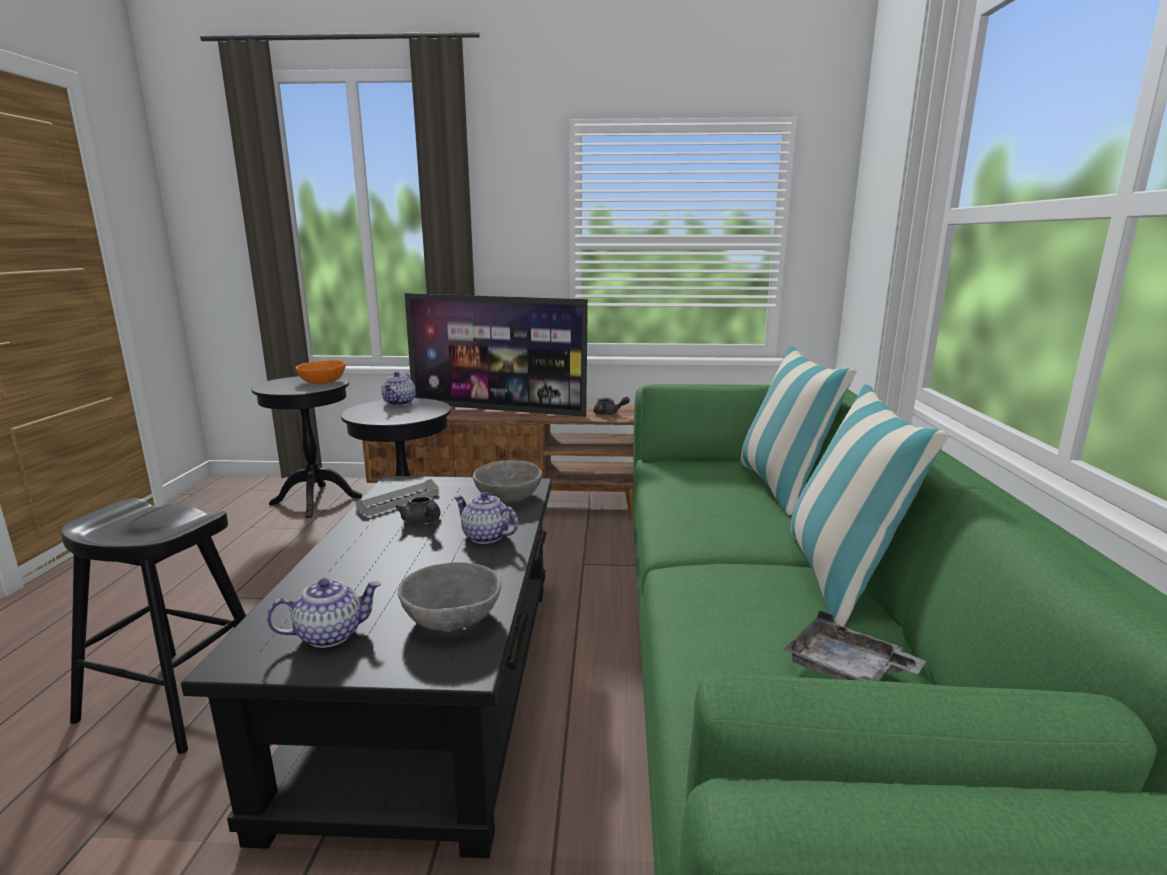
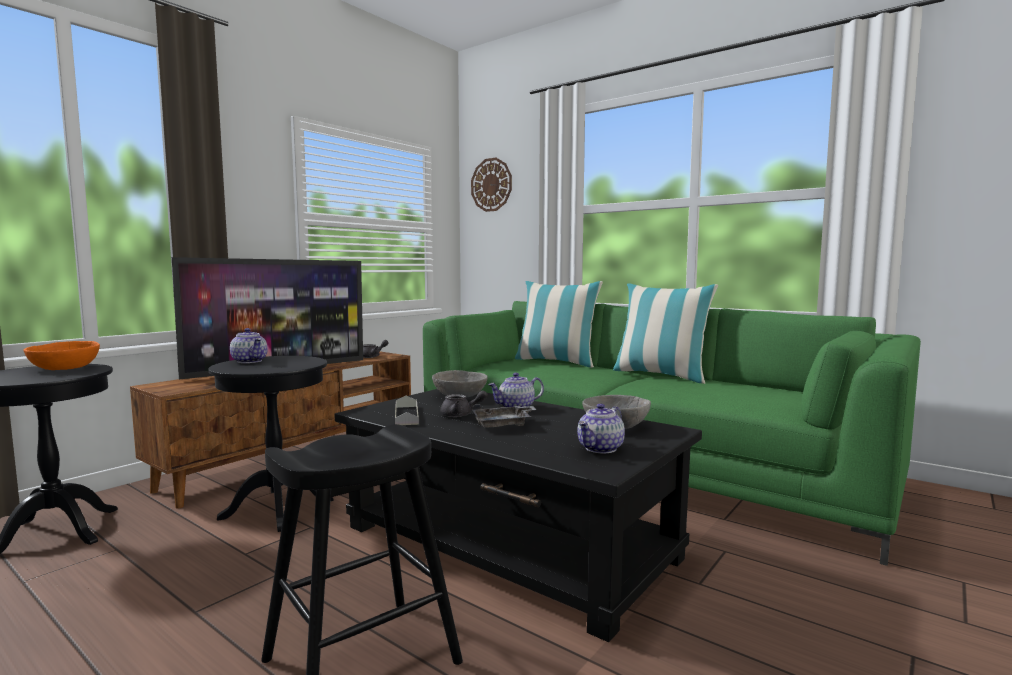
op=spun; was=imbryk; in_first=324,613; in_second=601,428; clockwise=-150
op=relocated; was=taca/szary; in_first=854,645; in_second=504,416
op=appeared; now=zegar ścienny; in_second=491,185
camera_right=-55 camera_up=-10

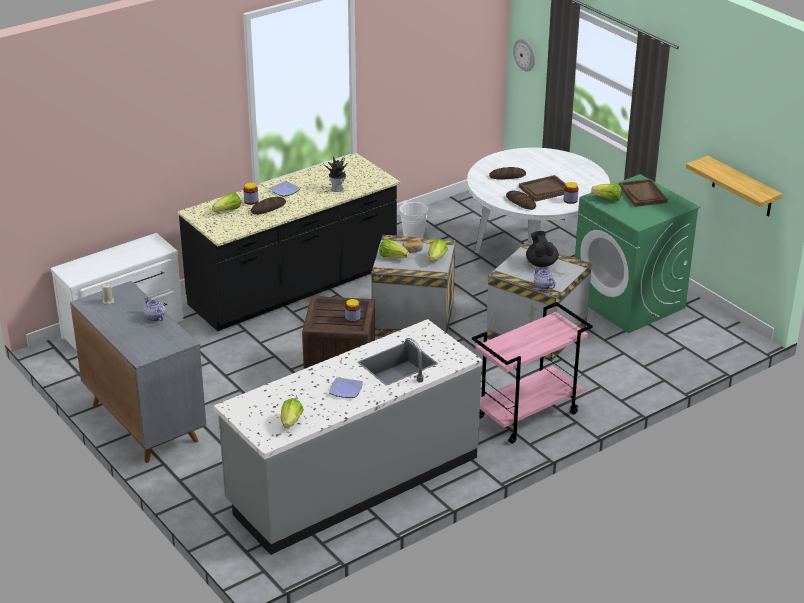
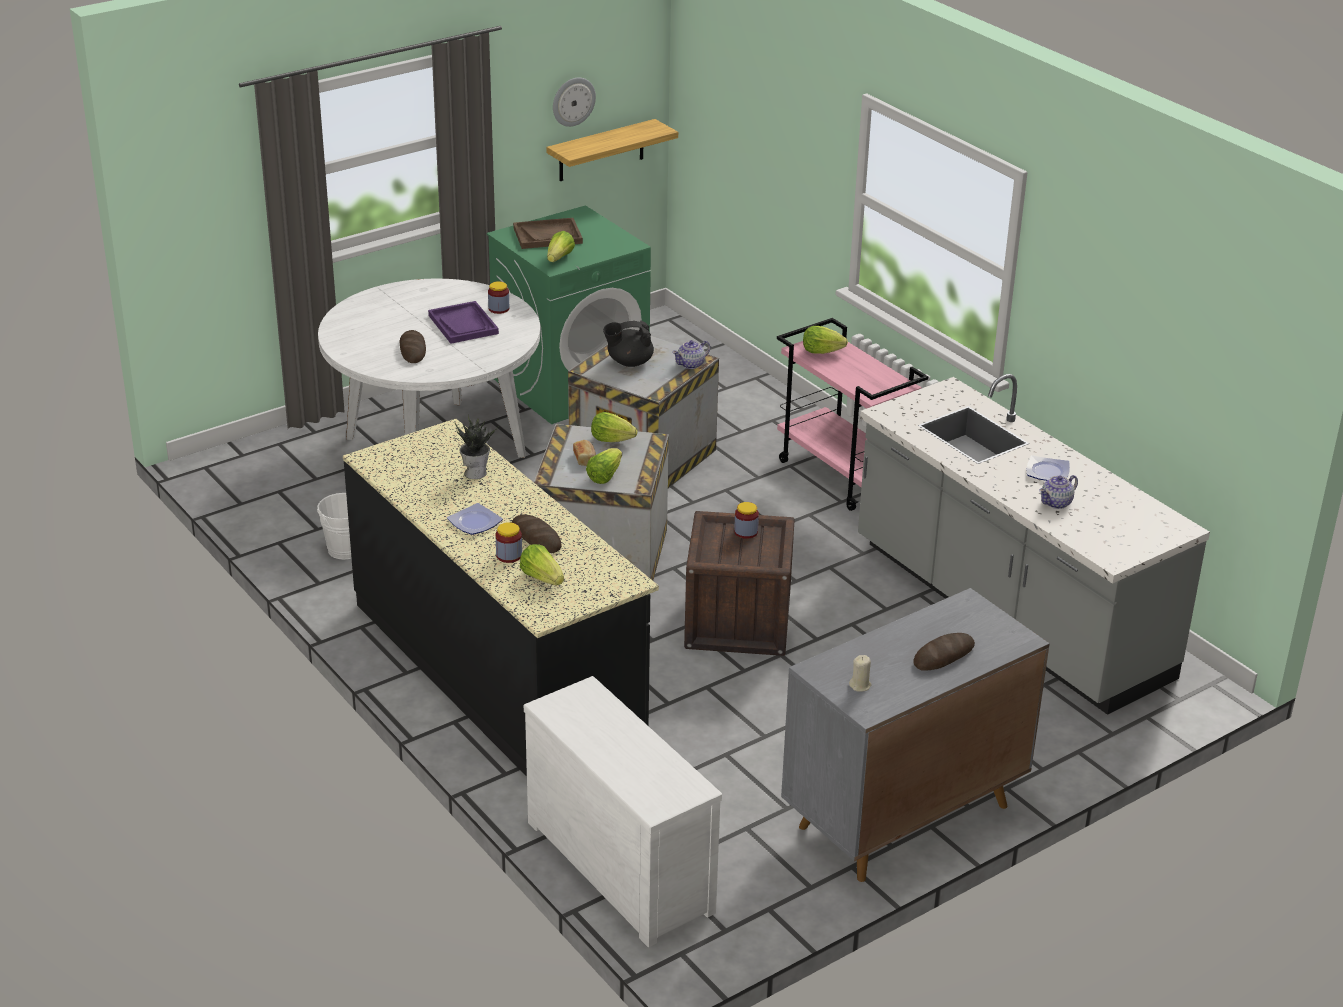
op=relocated; was=zegar ścienny; in_first=524,55; in_second=574,102
op=colour; was=taca/brązowy; now=taca/fioletowy; in_first=542,188; in_second=463,322
op=relocated; was=chleb; in_first=521,200; in_second=944,652
op=relocated; was=imbryk; in_first=154,309; in_second=1058,492
op=relocated; was=sałata; in_first=292,413; in_second=825,340
camera_right=-90 camera_up=0

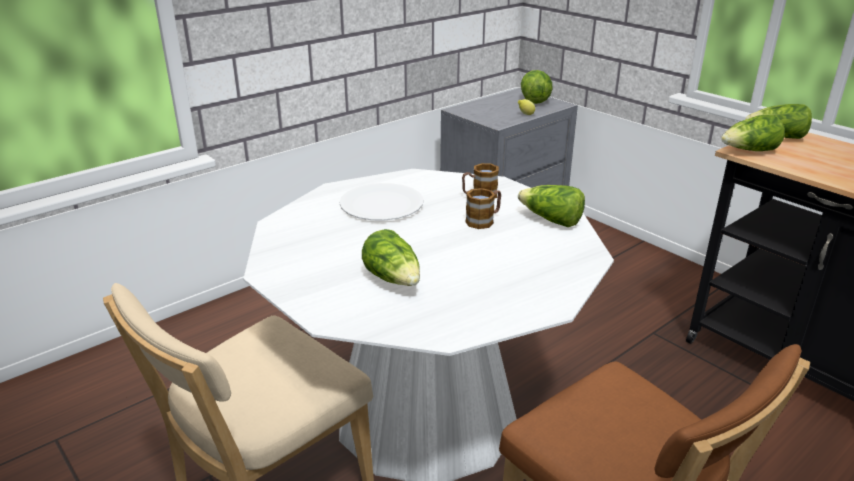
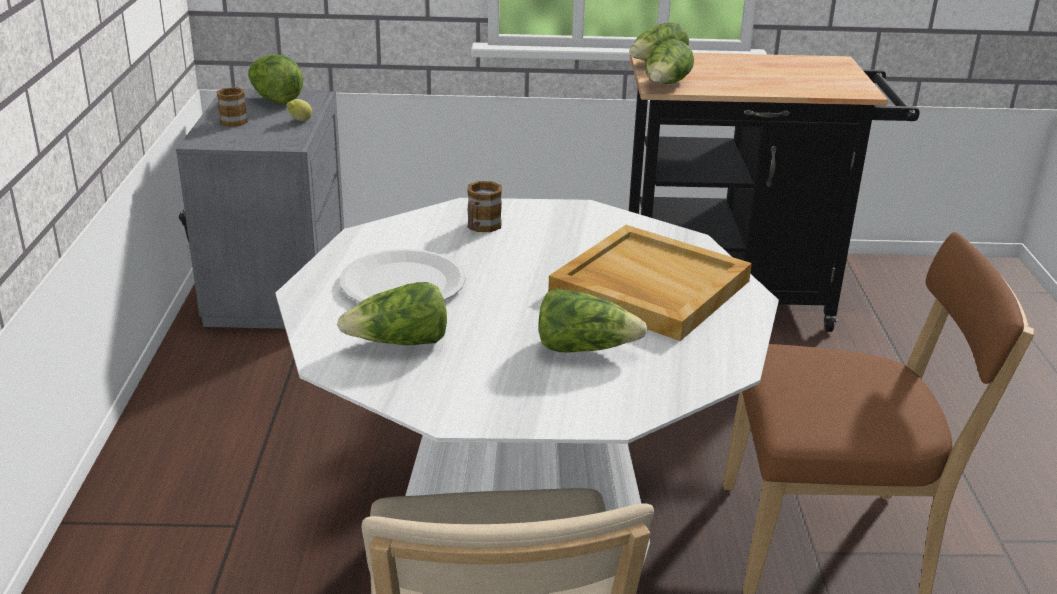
op=relocated; was=sałata; in_first=551,206; in_second=392,313
op=relocated; was=kubek; in_first=483,208; in_second=232,107
op=appeared; now=taca/beżowy; in_second=650,283
camera_right=-50 camera_up=0

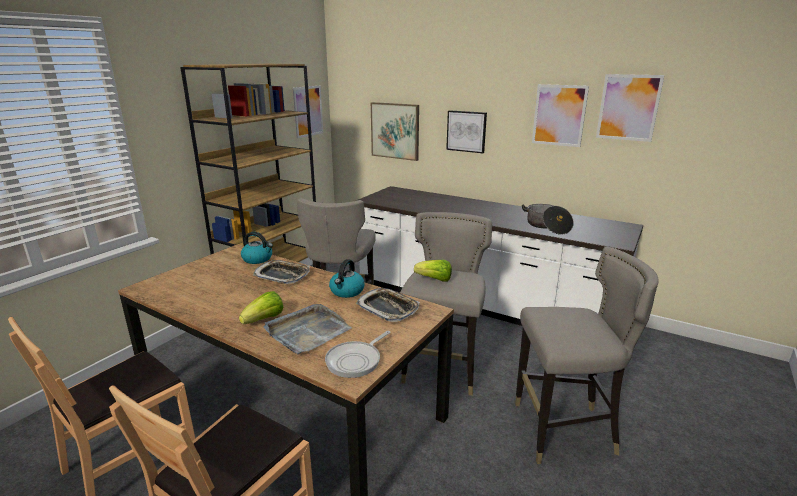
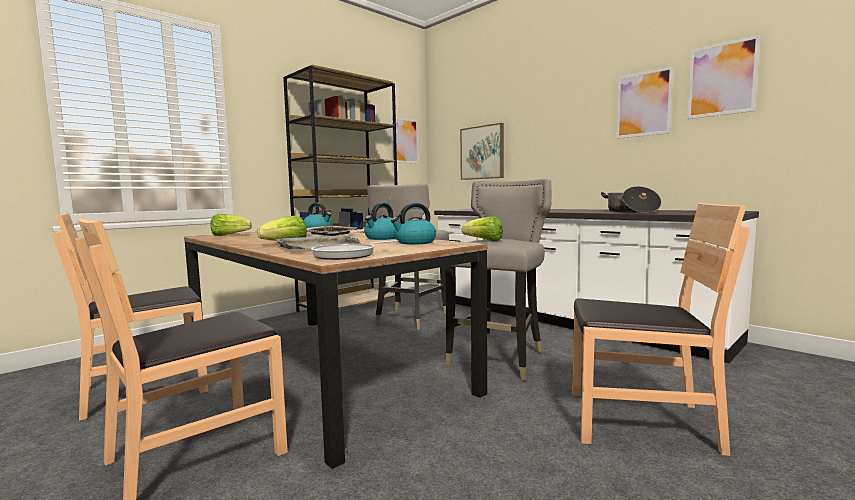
op=missing; was=obraz; in_first=466,131
op=exchanged; was=stołek/szary; now=krzesło/brązowy; in_first=587,355; in_second=660,329
op=exchanged; was=taca; now=czajnik; in_first=388,305; in_second=413,224
op=appeared; now=sałata; in_second=231,225
camera_right=15 camera_up=-15

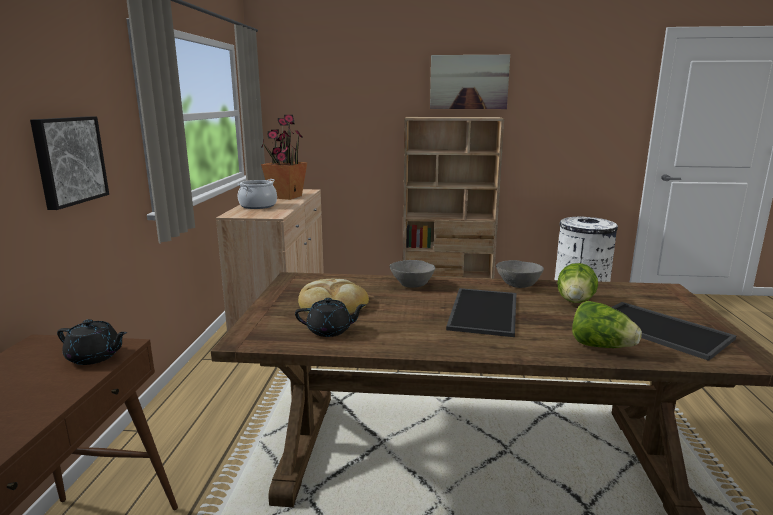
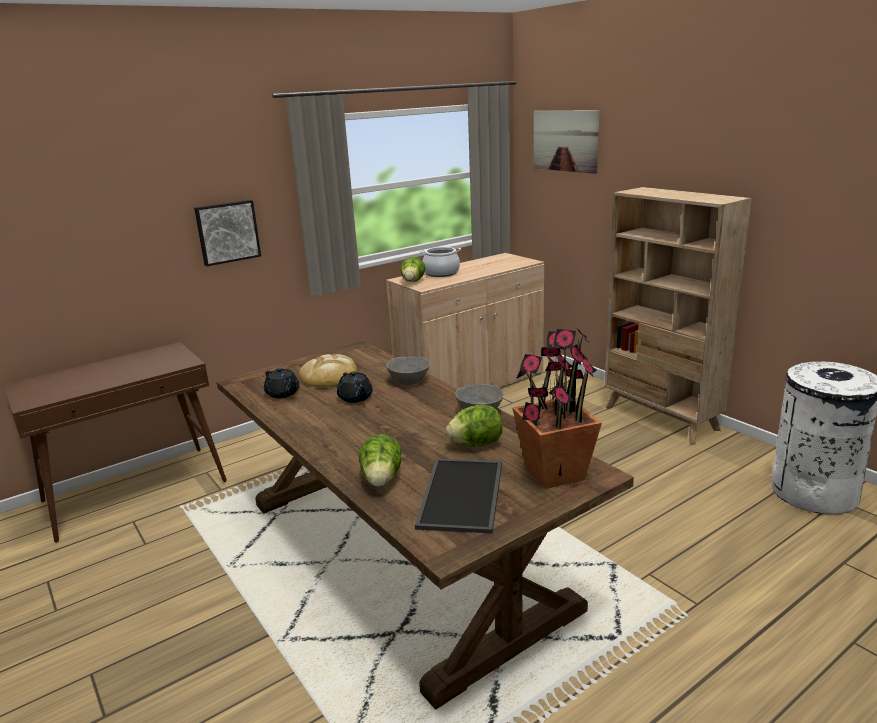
op=relocated; was=obraz; in_first=470,82; in_second=567,142
op=relocated; was=roślina doniczkowa; in_first=284,157; in_second=557,407
op=missing; was=taca; in_first=481,312
op=relocated; was=imbryk/czarny; in_first=92,342; in_second=355,387
op=appeared; now=sałata; in_second=412,269
camera_right=50 camera_up=5

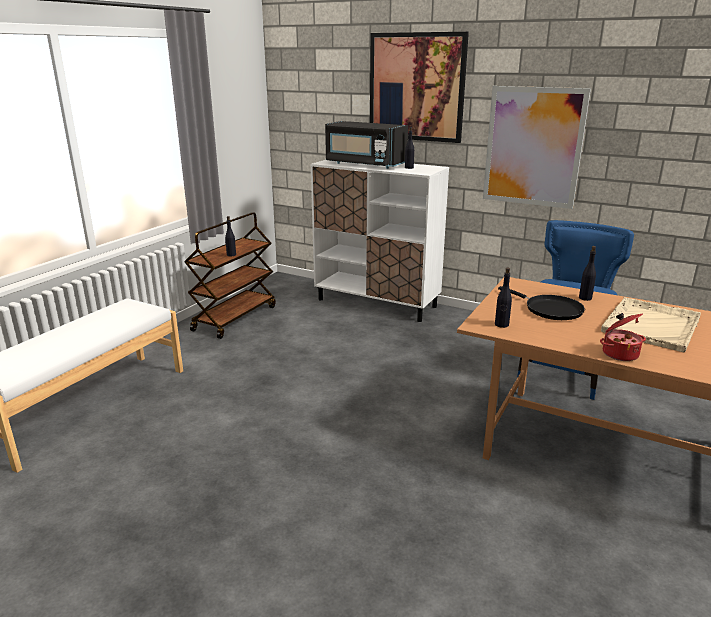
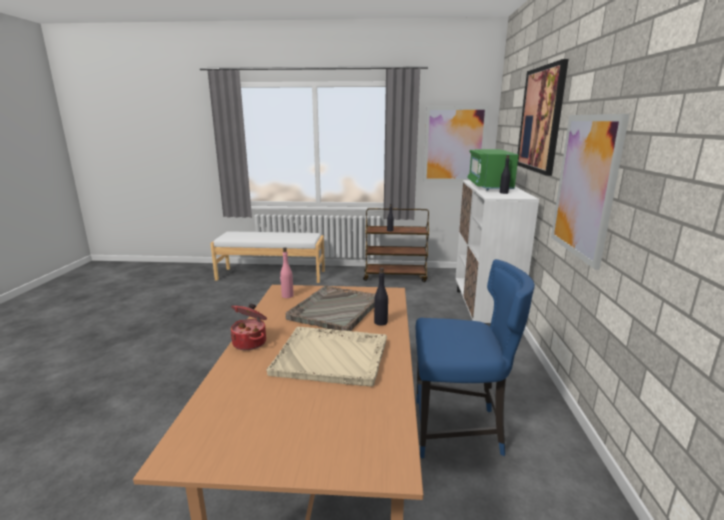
op=colour; was=mikrofalówka/czarny; now=mikrofalówka/zielony; in_first=366,145; in_second=493,169
op=colour; was=butelka/czarny; now=butelka/różowy; in_first=503,298; in_second=287,272
op=exchanged; was=patelnia/czarny; now=taca/szary; in_first=541,303; in_second=330,308
op=appeared; now=obraz; in_second=456,144
camera_right=65 camera_up=-5

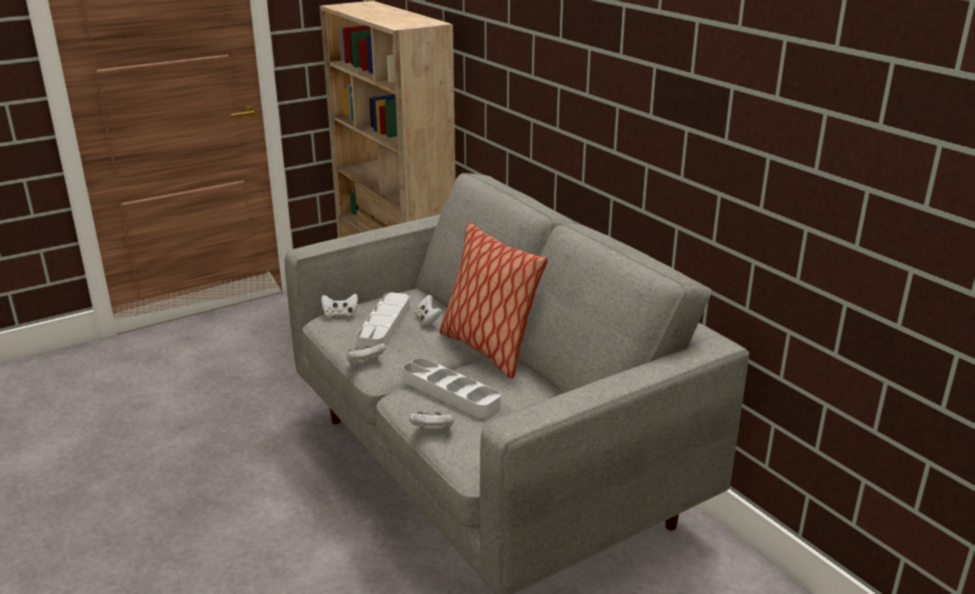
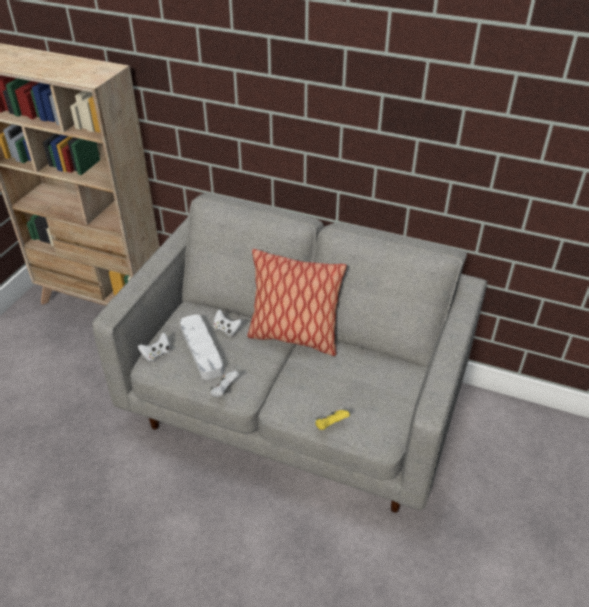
op=missing; was=taca/szary; in_first=452,388
op=colour; was=pad do gier/biały; now=pad do gier/żółty; in_first=432,421; in_second=332,420
camera_right=-35 camera_up=15

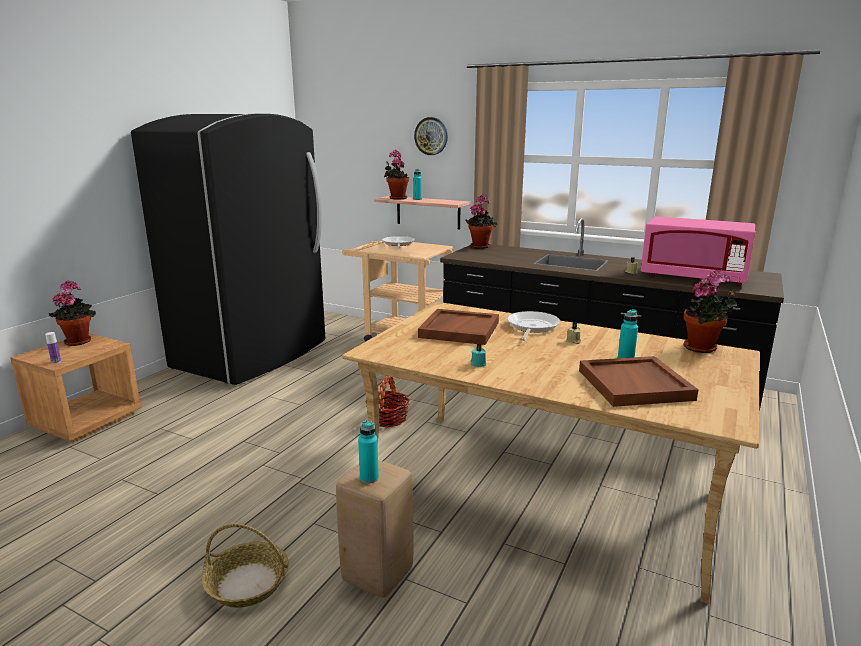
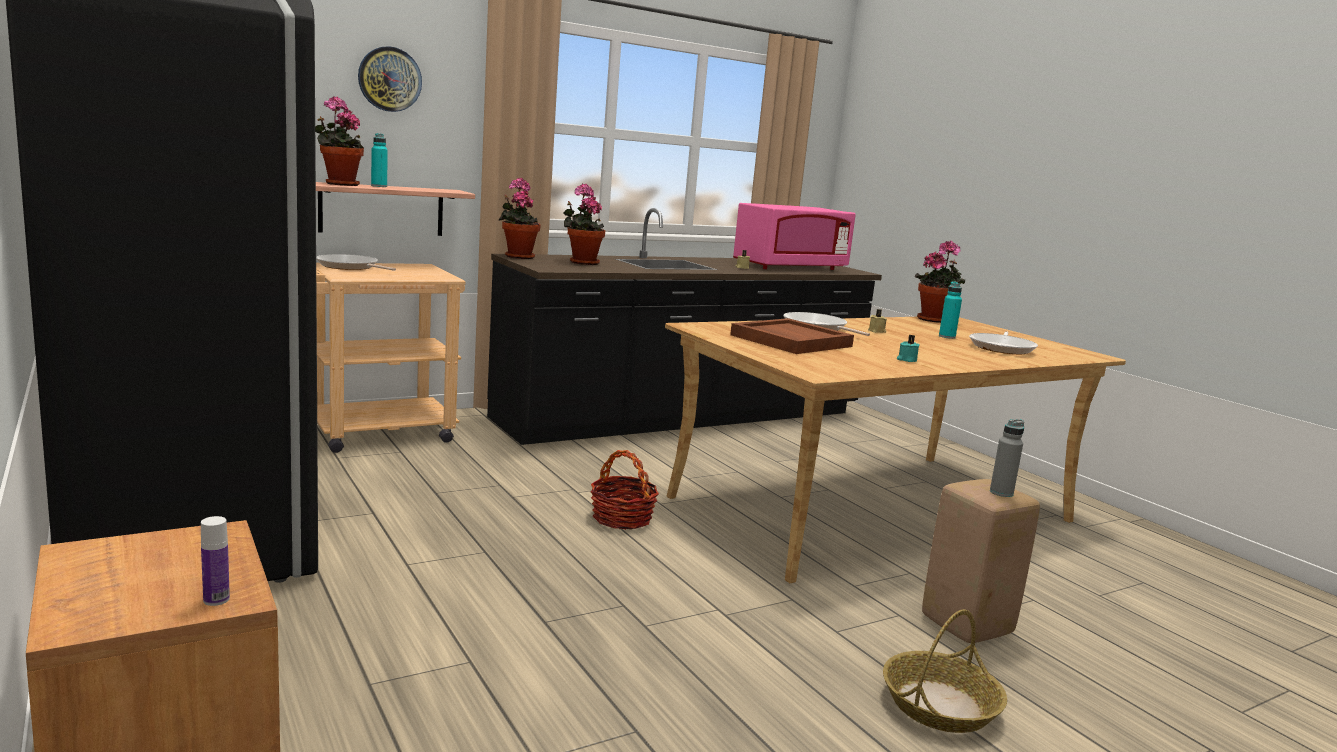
op=relocated; was=roślina doniczkowa; in_first=72,313; in_second=585,224
op=exchanged; was=taca/brązowy; now=patelnia; in_first=639,381; in_second=1003,342
op=colour; was=butelka/turkusowy; now=butelka/szary; in_first=368,452; in_second=1007,458
camera_right=-60 camera_up=-5

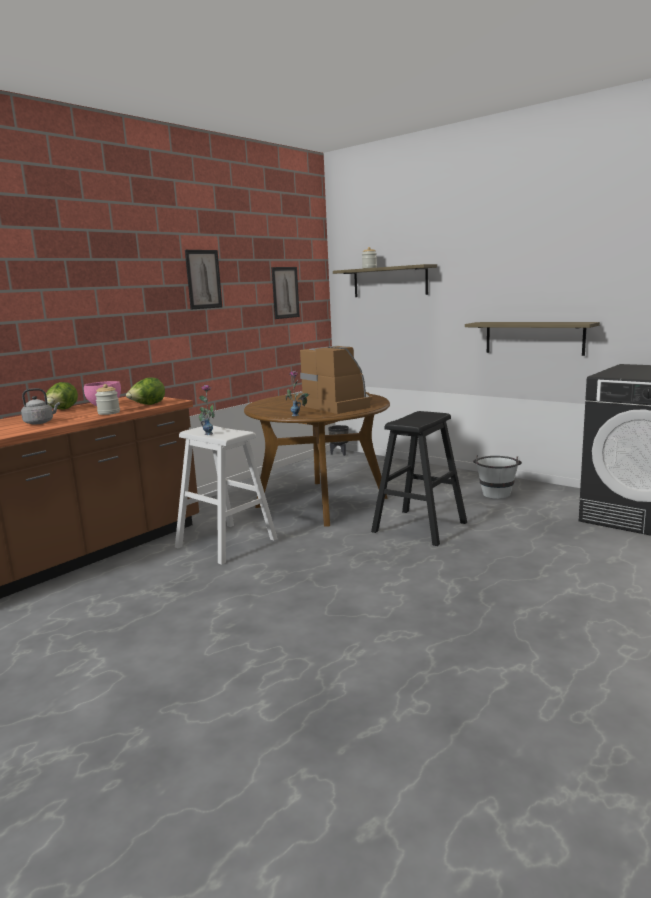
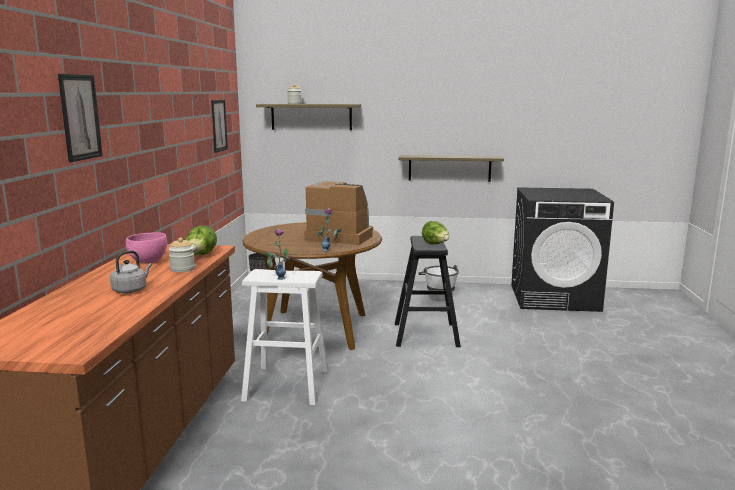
op=relocated; was=obraz; in_first=203,279; in_second=80,118
op=relocated; was=sałata; in_first=62,395; in_second=435,233
camera_right=-35 camera_up=0

